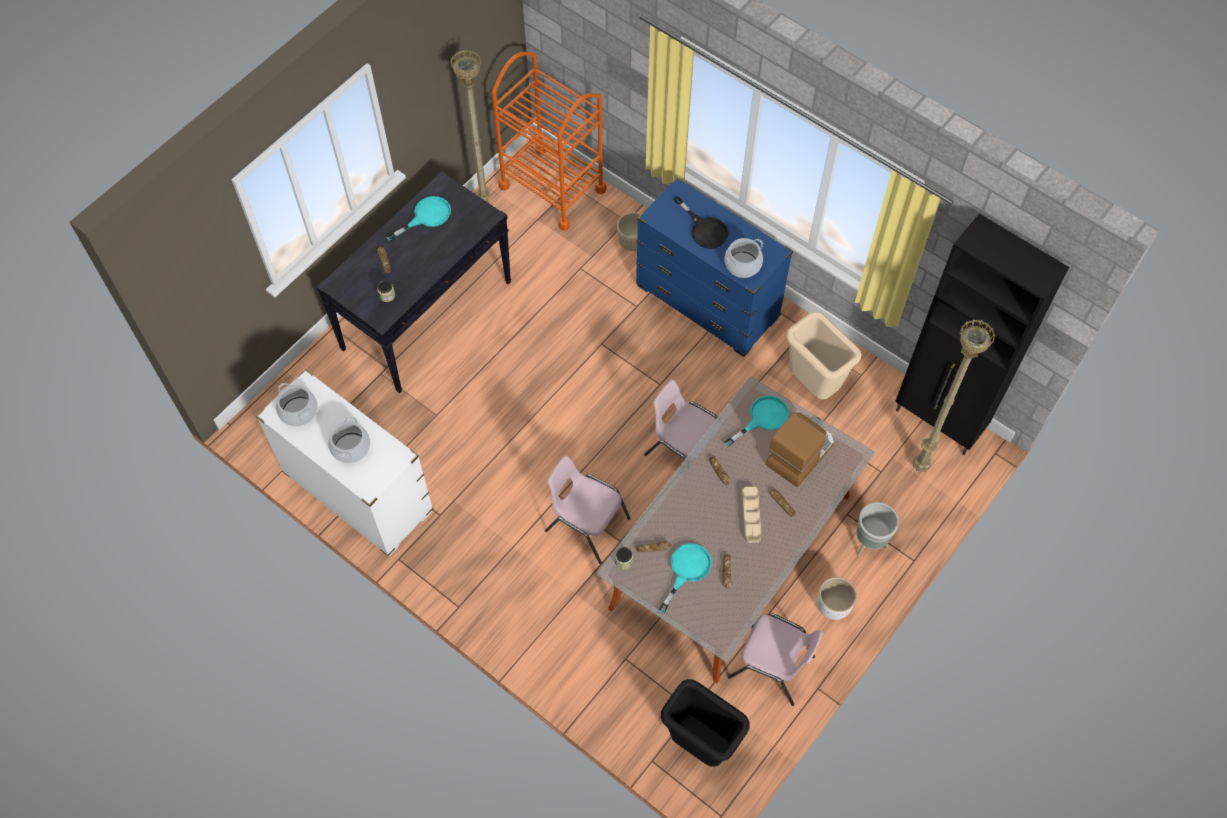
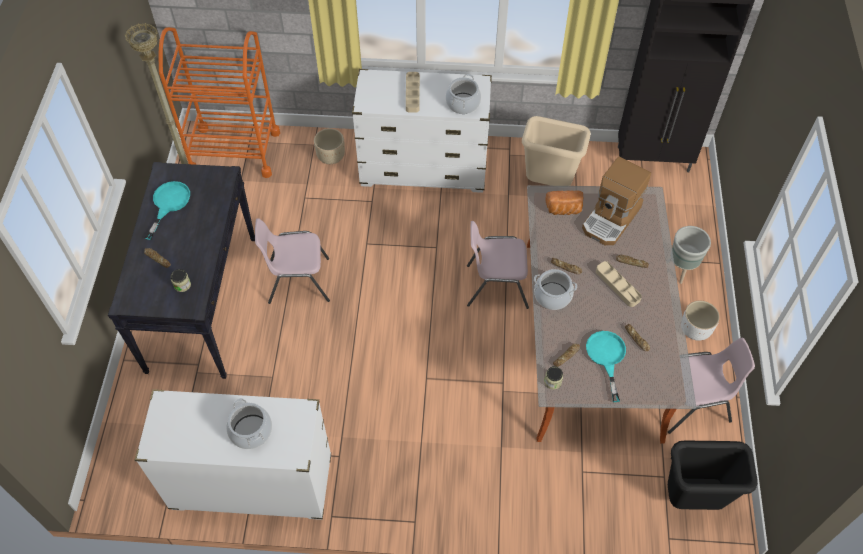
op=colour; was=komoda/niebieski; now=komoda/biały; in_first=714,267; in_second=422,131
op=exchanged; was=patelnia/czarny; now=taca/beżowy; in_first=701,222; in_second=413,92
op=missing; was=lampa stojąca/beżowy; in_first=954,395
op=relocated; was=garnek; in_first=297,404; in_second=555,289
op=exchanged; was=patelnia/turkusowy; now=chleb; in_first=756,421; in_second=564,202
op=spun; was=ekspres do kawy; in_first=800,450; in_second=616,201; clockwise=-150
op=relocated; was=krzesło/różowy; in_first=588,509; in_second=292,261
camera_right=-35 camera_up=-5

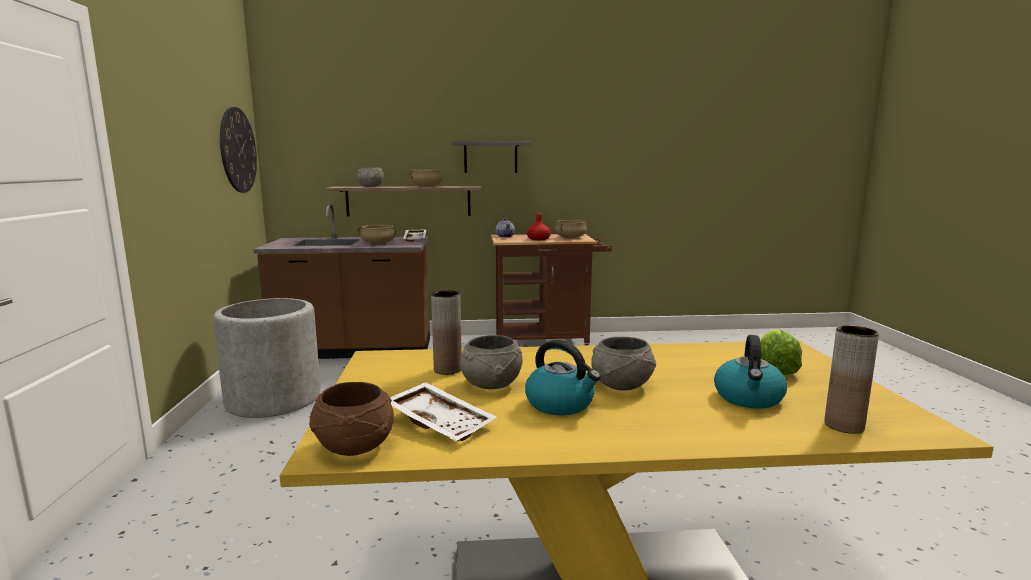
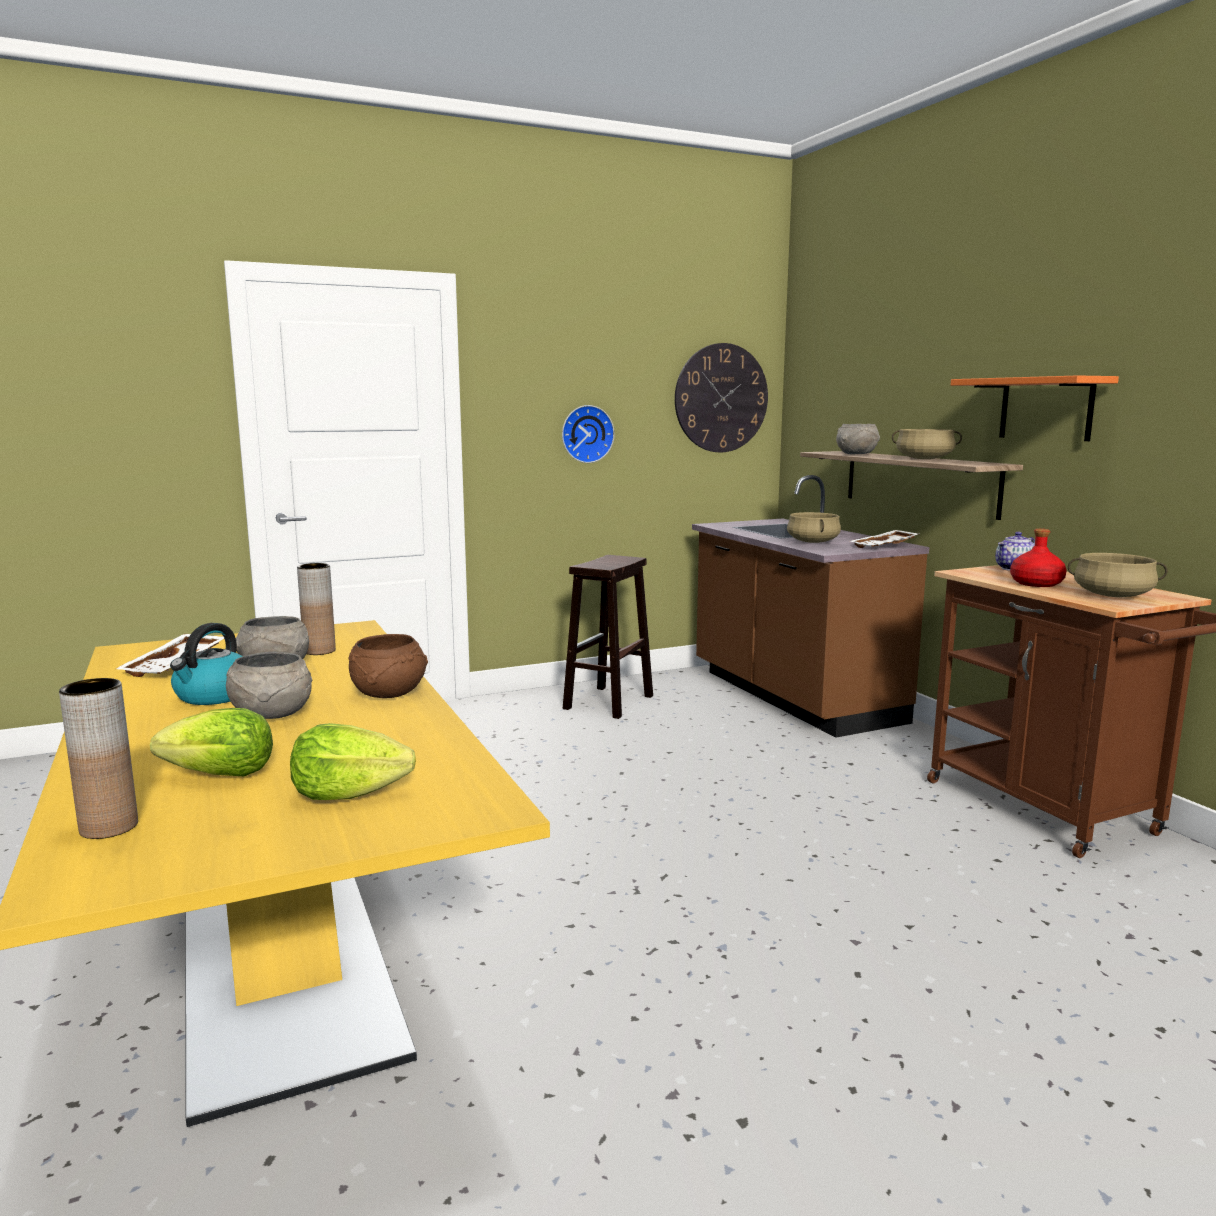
op=colour; was=półka/szary; now=półka/pomarańczowy; in_first=491,157; in_second=1035,408
op=exchanged; was=donica/szary; now=stołek/brązowy; in_first=267,358; in_second=608,637
op=exchanged; was=czajnik; now=sałata; in_first=750,372; in_second=211,742
op=relocated; was=miska/brązowy; in_first=351,419; in_second=388,666
op=appeared; now=zegar ścienny; in_second=588,434
camera_right=70 camera_up=0

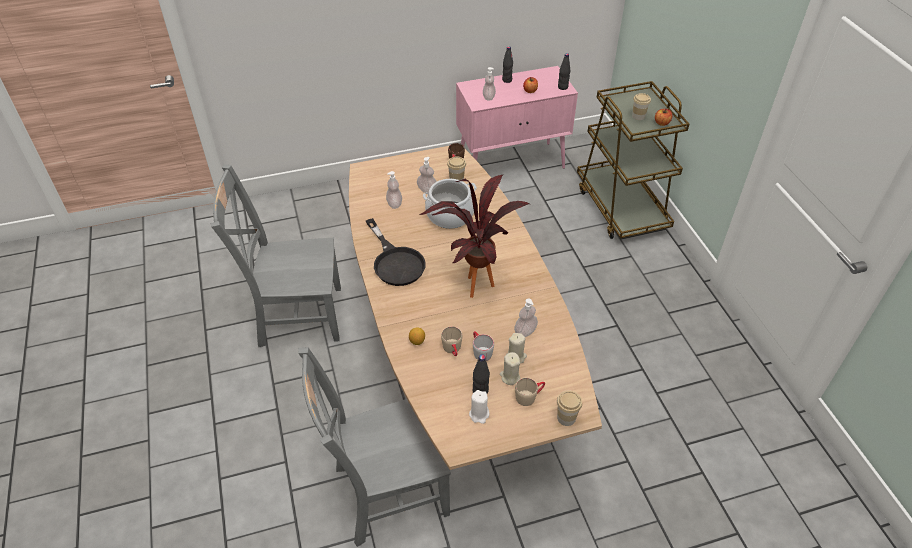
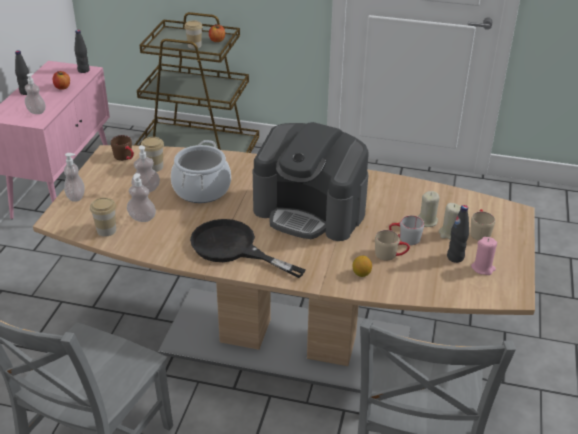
op=exchanged; was=roślina doniczkowa; now=ekspres do kawy; in_first=474,236; in_second=311,181
op=spun; was=patelnia/czarny; in_first=396,252; in_second=248,248; clockwise=-150
op=relocated; was=dozownik mydła; in_first=526,317; in_second=74,177
op=colour; was=świeca/biały; now=świeca/różowy; in_first=479,407; in_second=484,256
op=relocated; was=filiżanka; in_first=569,408; in_second=103,216
camera_right=-60 camera_up=-10

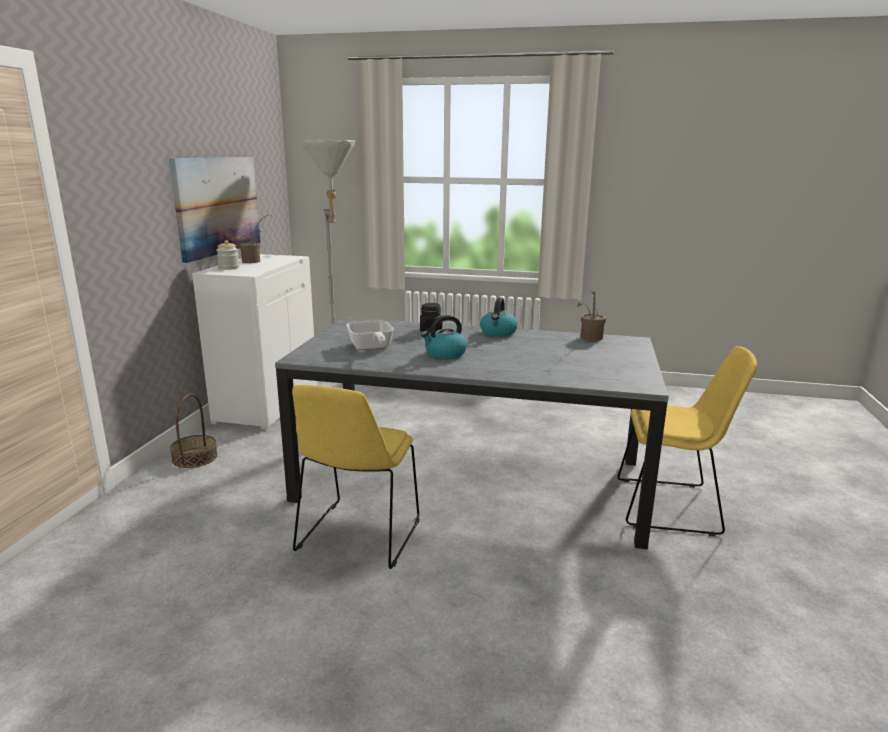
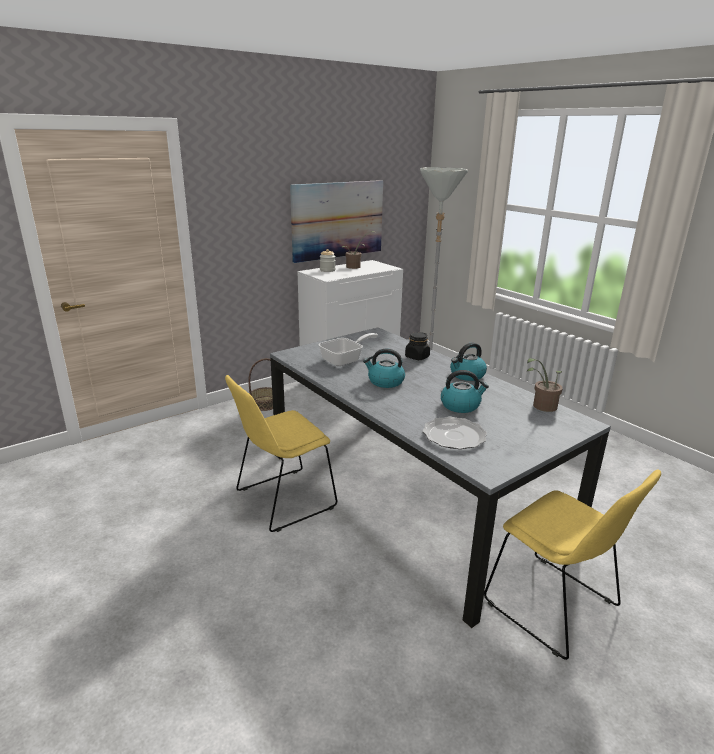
op=spun; was=patelnia; in_first=370,335; in_second=348,349; clockwise=-150
op=appeared; now=czajnik; in_second=465,391
op=appeared; now=talerz; in_second=455,433
camera_right=40 camera_up=5

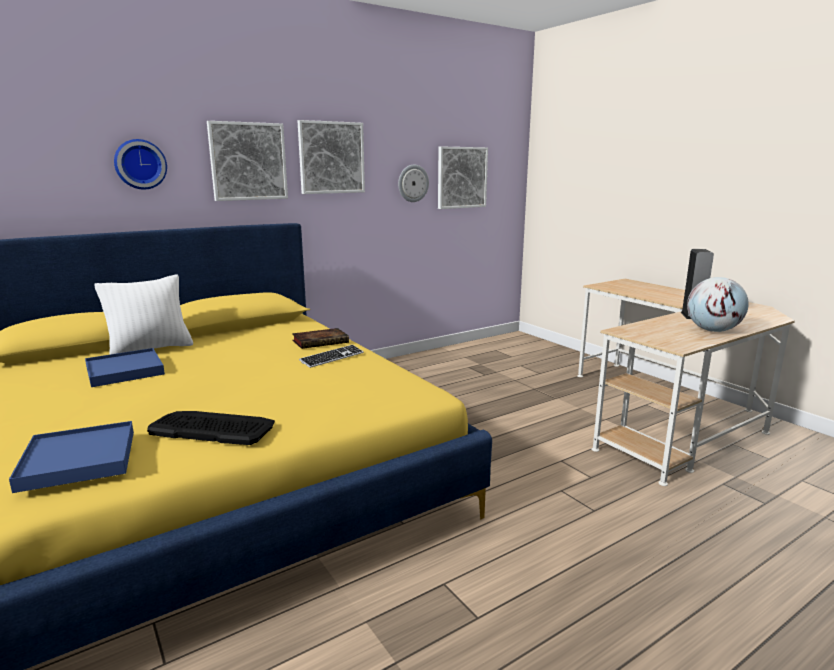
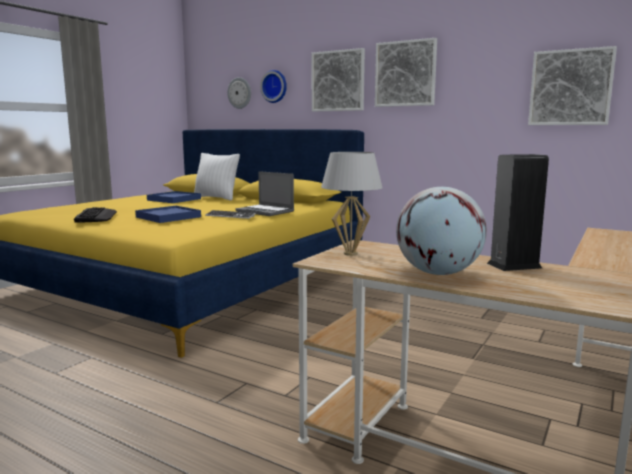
op=relocated; was=zegar ścienny; in_first=413,183; in_second=239,93
op=exchanged; was=książka; now=laptop; in_first=320,338; in_second=264,193
op=relocated; was=taca/niebieski; in_first=71,457; in_second=168,214
op=appeared; now=lampa stołowa/biały; in_second=352,204
camera_right=65 camera_up=-5

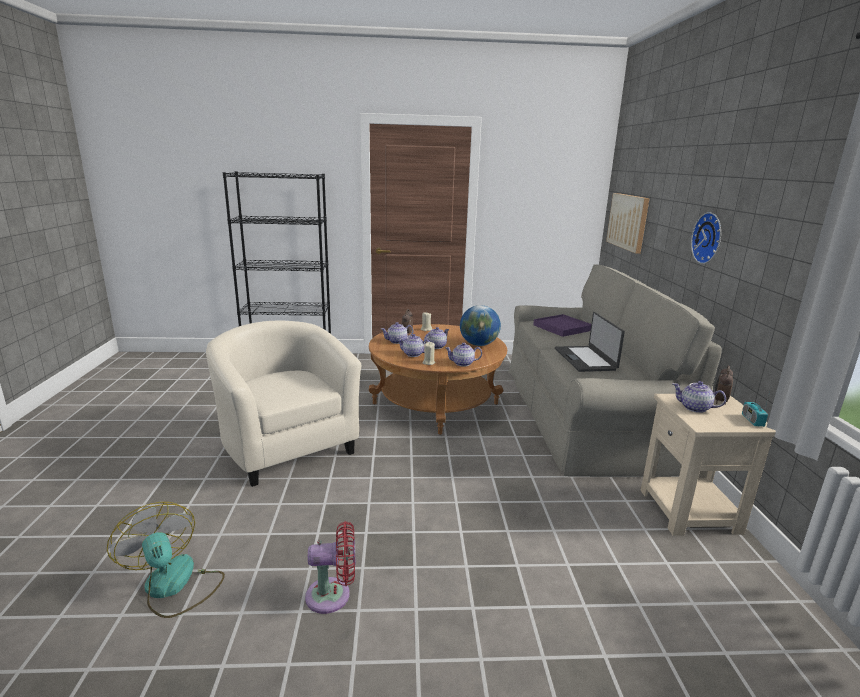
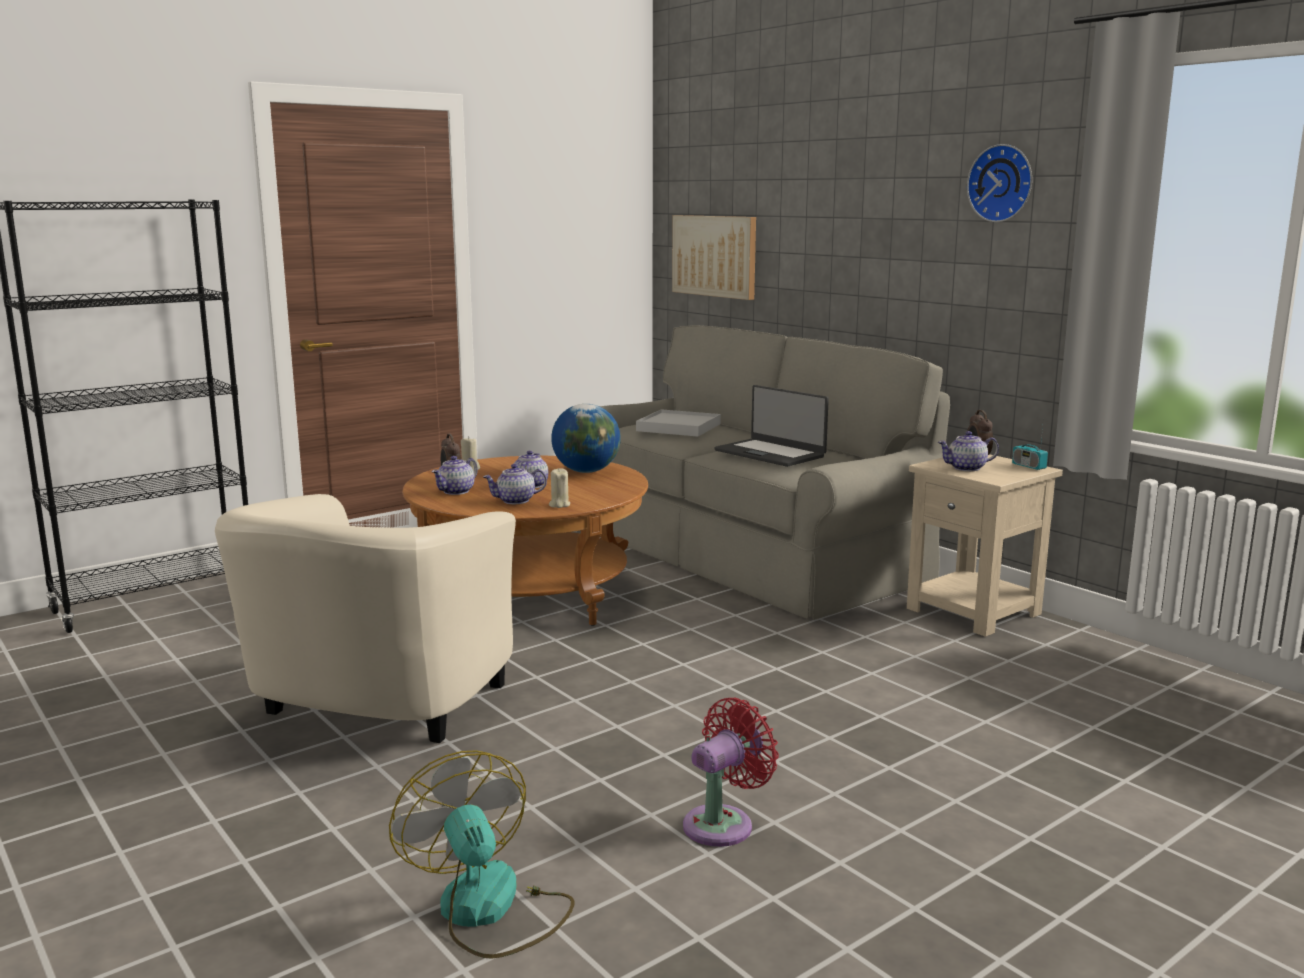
op=relocated; was=zegar ścienny; in_first=706,238; in_second=999,183
op=colour; was=taca/fioletowy; now=taca/biały; in_first=562,325; in_second=678,423
op=spun; was=fotel/beżowy; in_first=283,404; in_second=365,618; clockwise=-90
op=missing; was=imbryk; in_first=463,355
op=spun; was=wentylator; in_first=166,560; in_second=481,854; clockwise=45
camera_right=-35 camera_up=-5

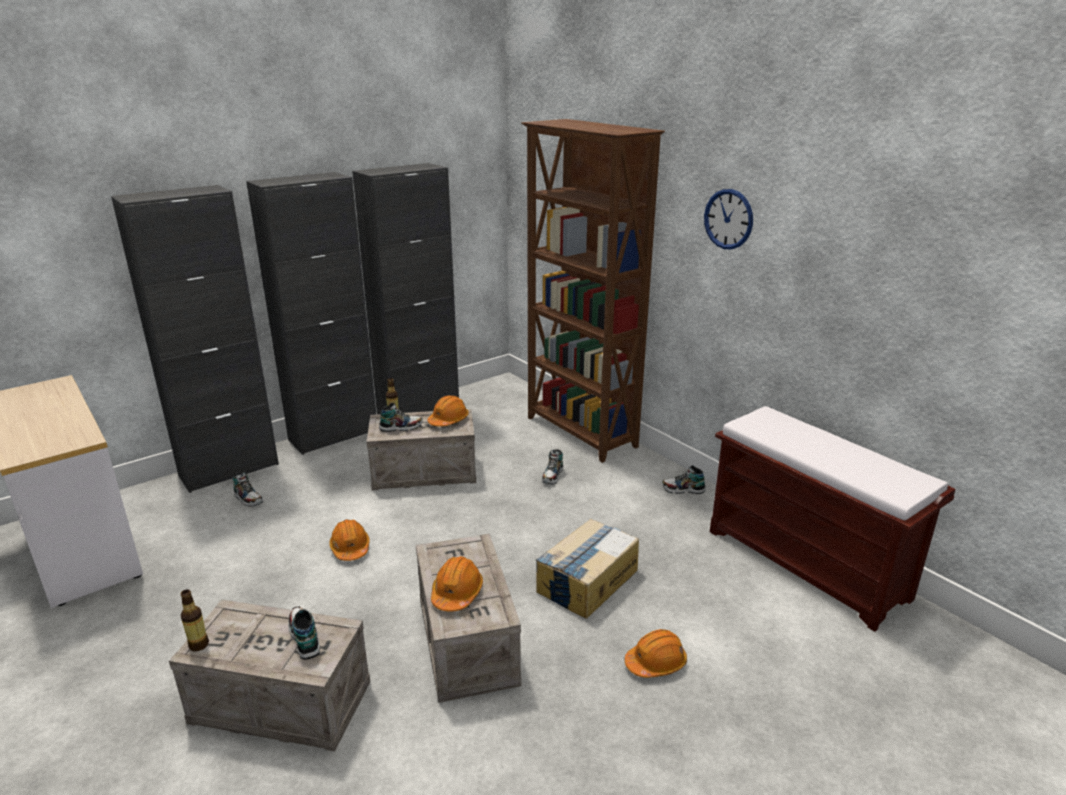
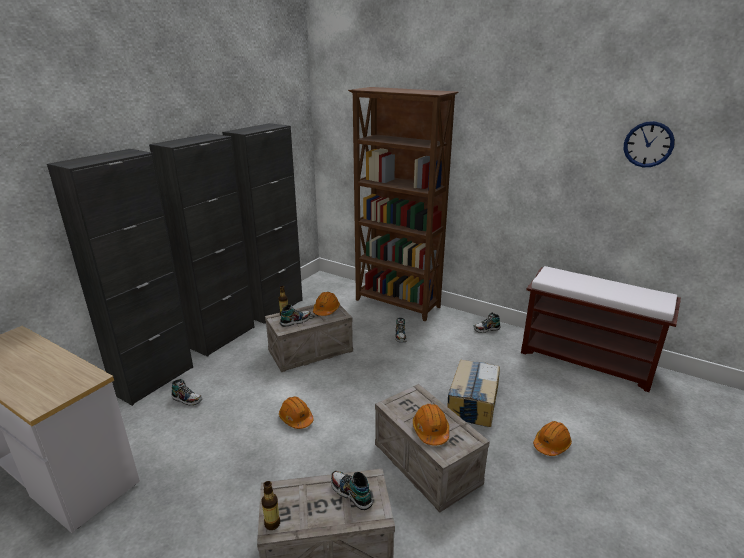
op=relocated; was=zegar ścienny; in_first=728,219; in_second=649,144
camera_right=-20 camera_up=0

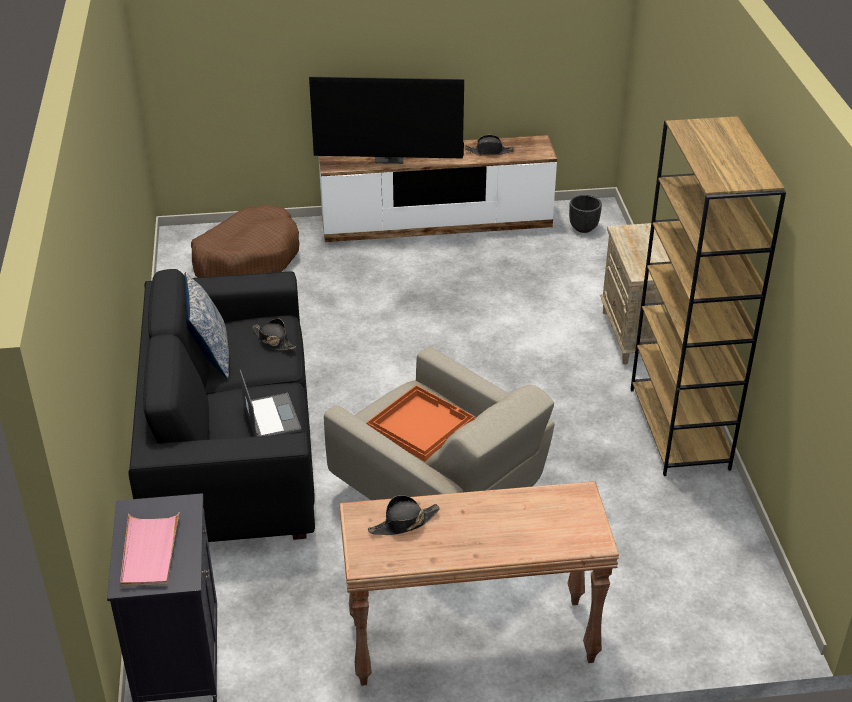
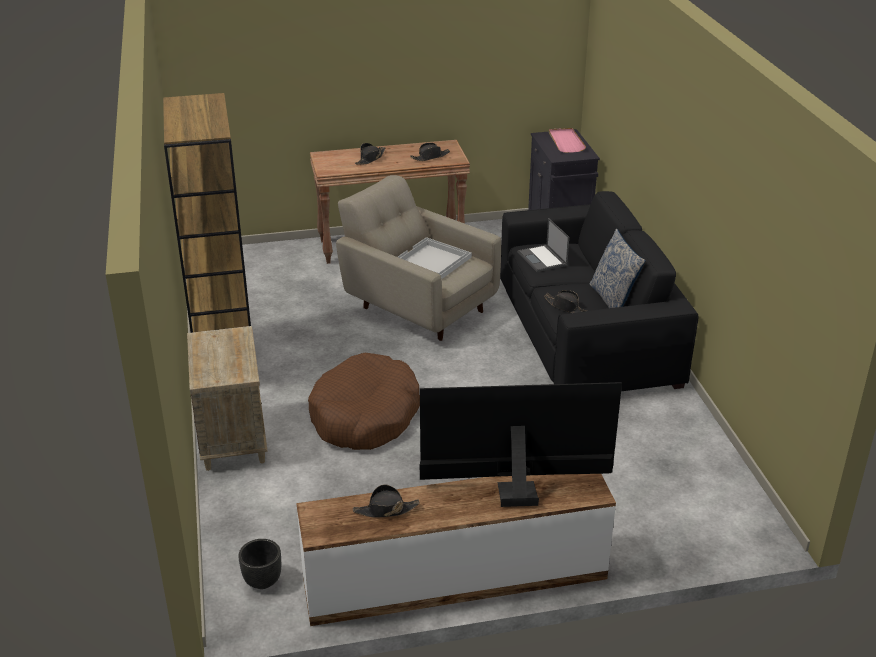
op=relocated; was=legowisko/brązowy; in_first=245,241; in_second=364,401
op=colour; was=taca/pomarańczowy; now=taca/biały; in_first=420,423; in_second=435,258
op=appeared; now=kapelusz/czarny; in_second=370,154
camera_right=175 camera_up=-5

